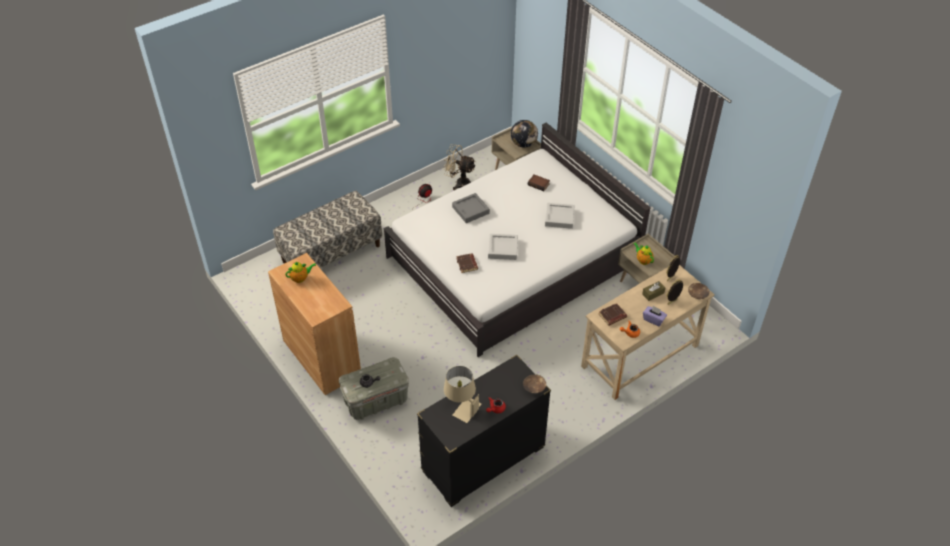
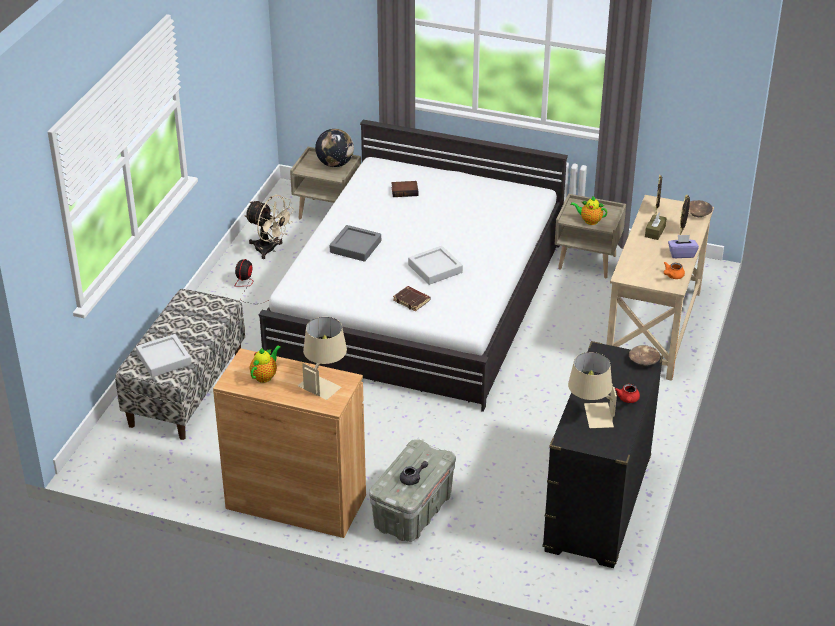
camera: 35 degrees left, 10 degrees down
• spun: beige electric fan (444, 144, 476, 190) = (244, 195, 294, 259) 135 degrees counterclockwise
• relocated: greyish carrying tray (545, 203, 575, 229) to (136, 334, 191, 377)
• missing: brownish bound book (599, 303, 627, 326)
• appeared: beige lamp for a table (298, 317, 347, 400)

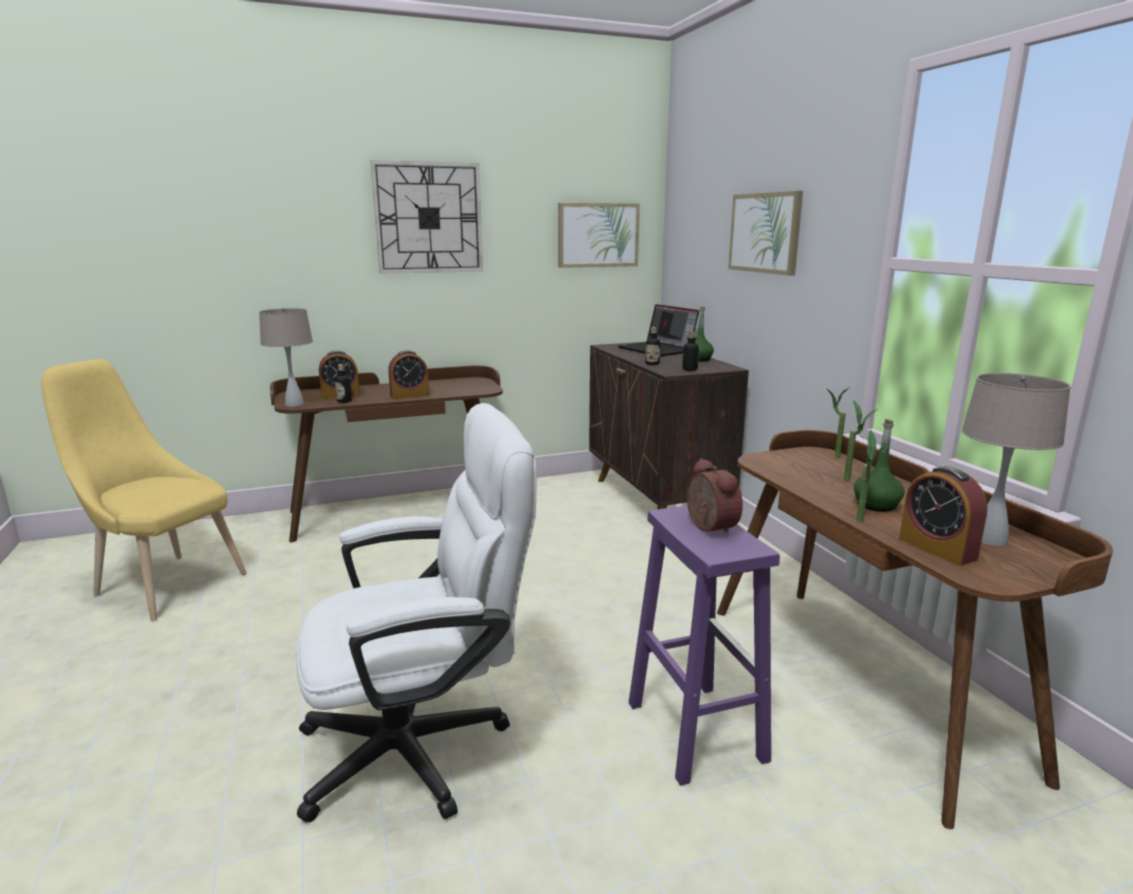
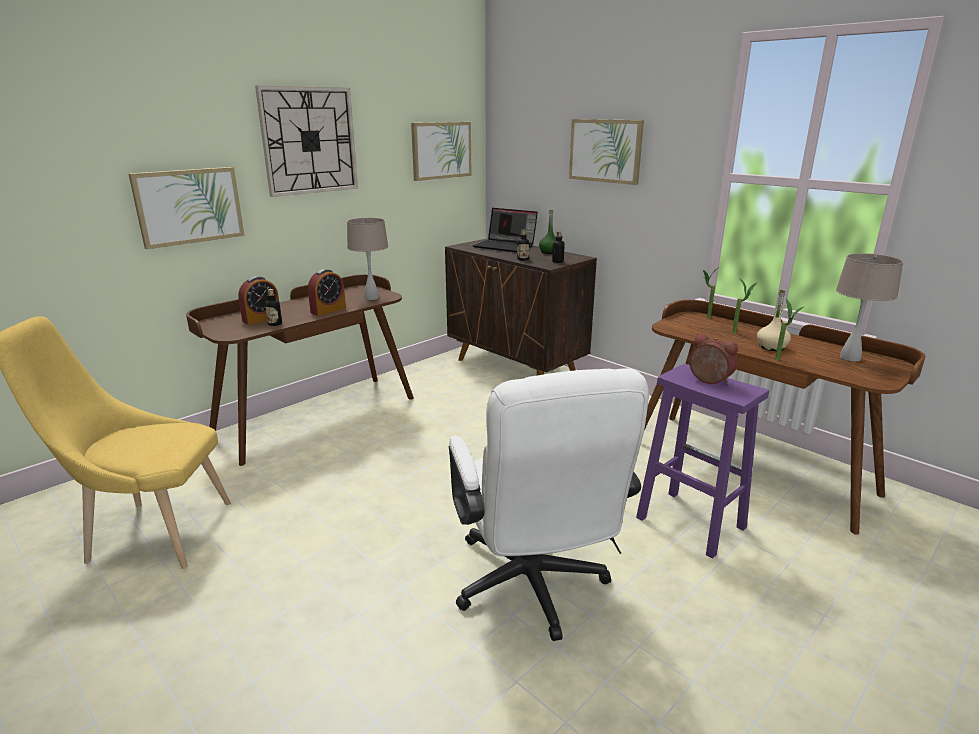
camera: 25 degrees left, 5 degrees up
• relocated: beige lamp for a table (259, 308, 313, 407) to (347, 218, 388, 300)
• spun: white desk chair (297, 403, 537, 823) = (449, 368, 649, 641) 120 degrees clockwise
• colour: green-coloured beverage bottle (854, 419, 905, 512) to beige beverage bottle (757, 289, 791, 351)
• missing: bedside clock (899, 466, 987, 566)
• appeared: picture (128, 167, 245, 249)

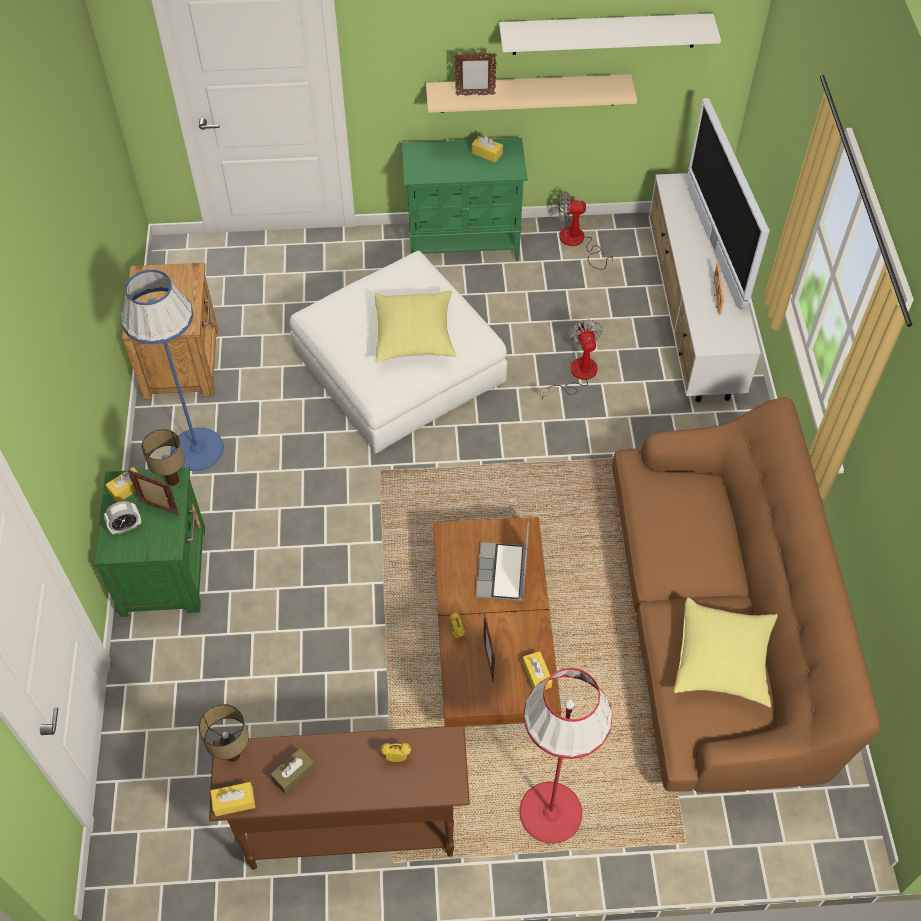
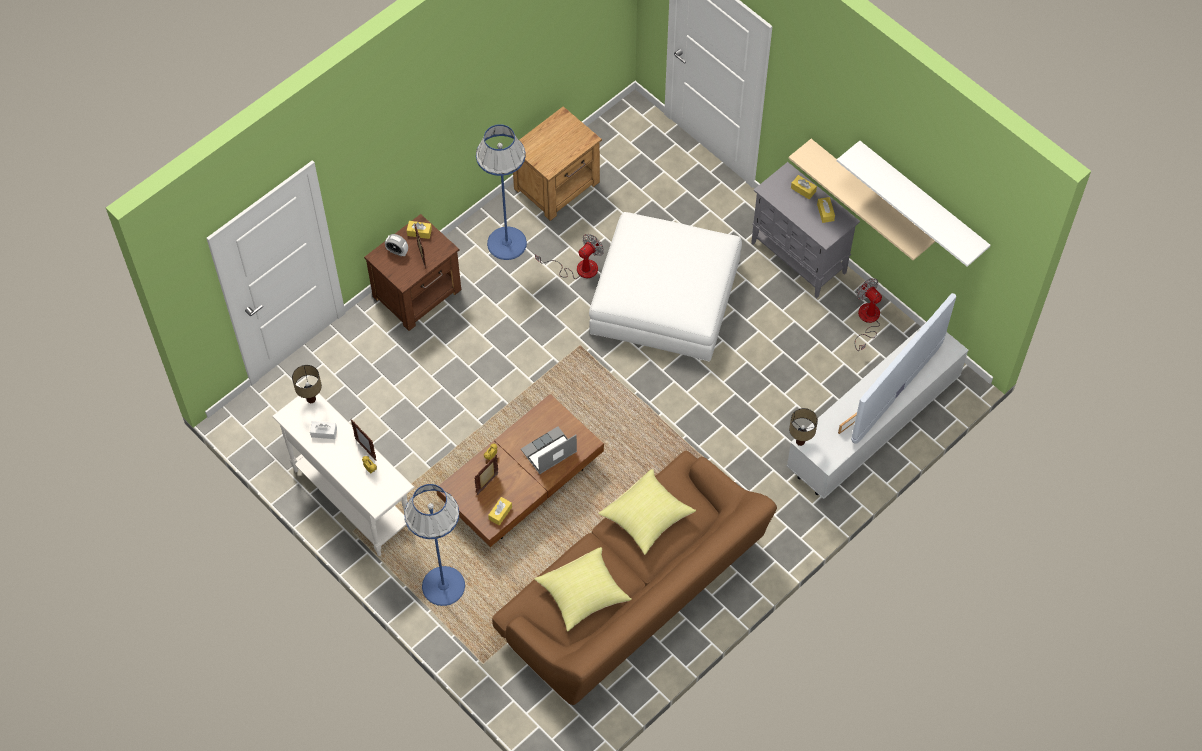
camera: 50 degrees right, 5 degrees up
• relocated: standing frame (454, 53, 497, 96) to (351, 419, 377, 461)
• colour: green-coloured cupboard (402, 138, 527, 261) to greyish cupboard (751, 162, 860, 298)
• relocated: yellow-coloured cushion (375, 290, 456, 363) to (598, 469, 696, 555)
• relocated: electric fan (541, 319, 603, 399) to (535, 234, 604, 279)
• relocated: lamp for a table (142, 429, 185, 486) to (789, 408, 818, 446)
• colour: green-coloured nightstand (95, 467, 205, 617) to brownish nightstand (364, 214, 461, 331)
• colour: red-coloured standard lamp (519, 668, 612, 844) to bluish standard lamp (404, 484, 465, 606)
• colour: brownish narrow table (209, 725, 470, 870) to white narrow table (272, 394, 414, 556)
• colour: brownish box of tissues (270, 748, 315, 794) to white box of tissues (310, 421, 337, 439)
• relocated: yellow-coloured box of tissues (211, 782, 255, 816) to (791, 175, 817, 199)

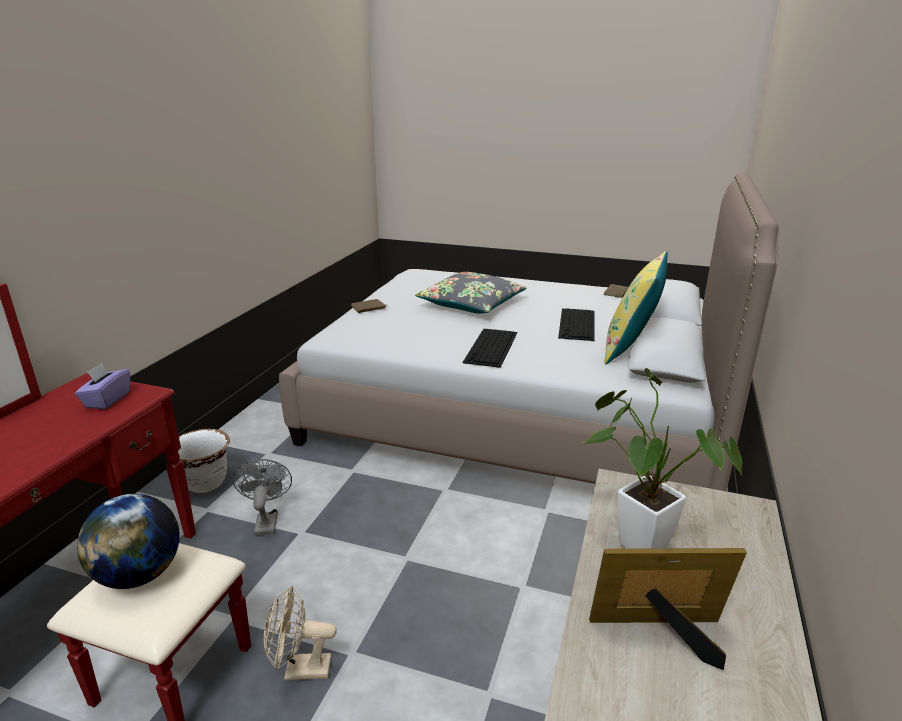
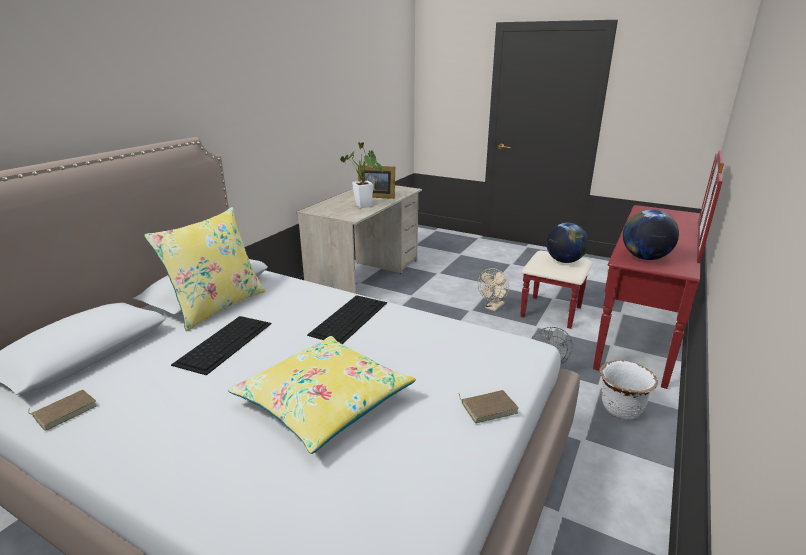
camera: 170 degrees left, 0 degrees up
• colour: greyish cushion (415, 272, 527, 314) to yellow-coloured cushion (228, 336, 416, 454)
• exchanged: purple-coloured box of tissues (75, 363, 130, 409) to world globe (623, 209, 679, 260)
• spun: beige electric fan (264, 586, 337, 680) = (478, 268, 509, 311) 120 degrees clockwise

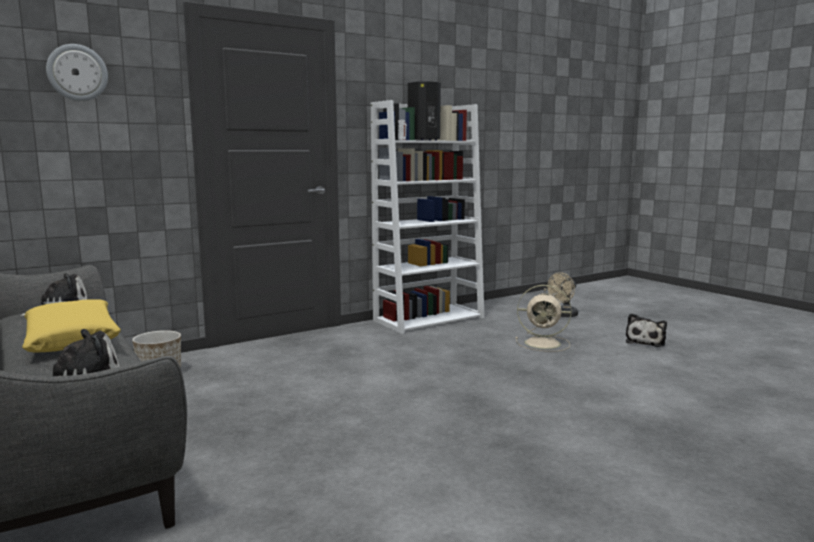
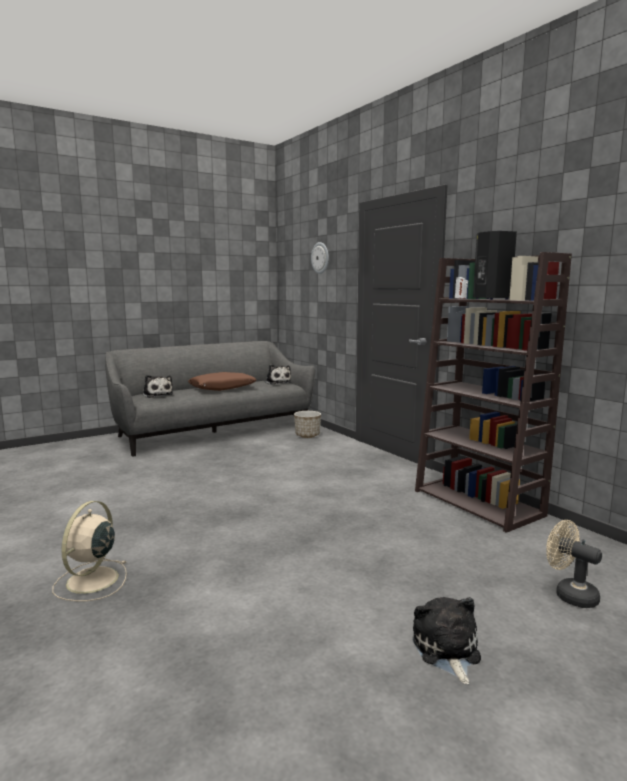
camera: 90 degrees right, 0 degrees up
• colour: white shelving unit (371, 100, 485, 334) to brownish shelving unit (415, 252, 572, 533)
• relocated: beige electric fan (515, 285, 571, 352) to (52, 501, 127, 601)
• colour: yellow-coloured cushion (22, 299, 121, 353) to brownish cushion (188, 372, 256, 391)
• spun: soft toy (626, 313, 667, 347) = (412, 597, 481, 684) 60 degrees clockwise

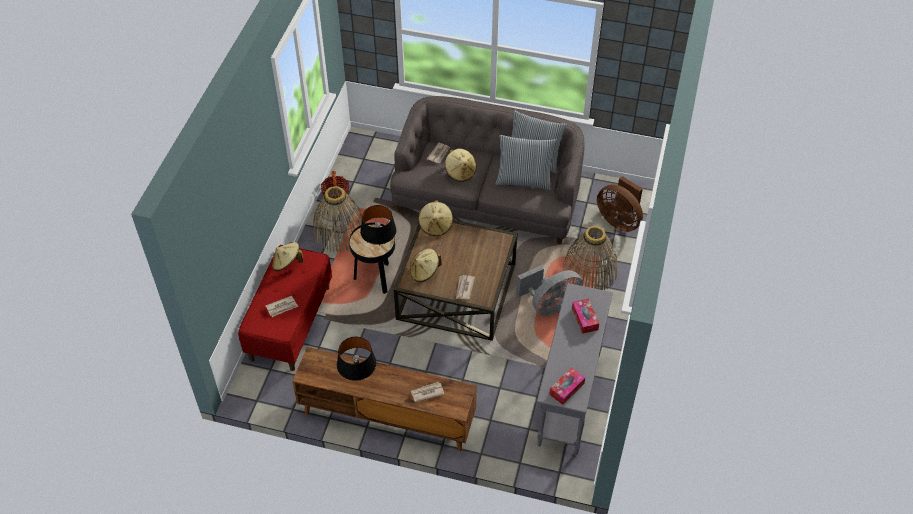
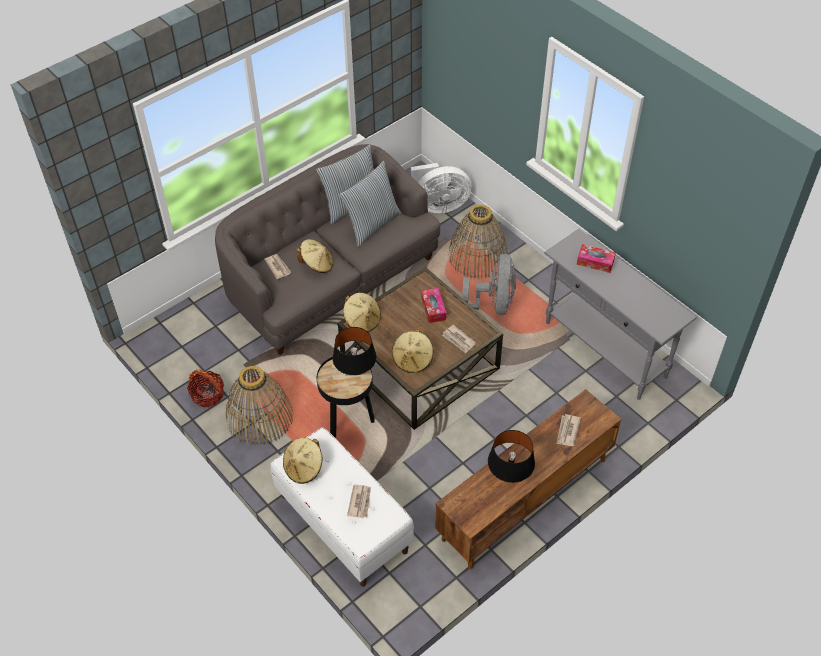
camera: 55 degrees left, 0 degrees up
• colour: brownish electric fan (597, 176, 643, 232) to white electric fan (411, 163, 471, 214)
• colour: red-coloured indoor bench (238, 245, 332, 371) to white indoor bench (271, 427, 414, 587)
• relocated: box of tissues (549, 367, 585, 405) to (421, 288, 446, 323)

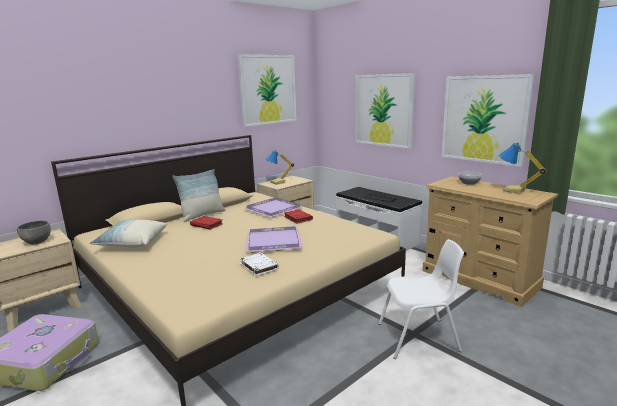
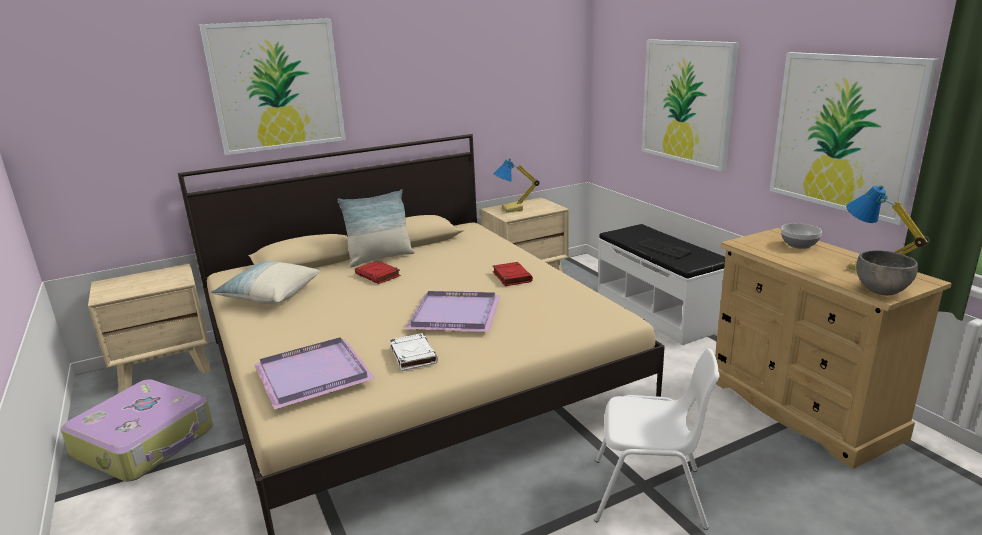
camera: 15 degrees right, 5 degrees up
• relocated: picture (238, 54, 297, 127) to (199, 18, 346, 155)
• relocated: purple-coloured carrying tray (244, 197, 303, 218) to (254, 337, 375, 410)
• relocated: greyish bowl (17, 221, 51, 245) to (856, 250, 918, 295)

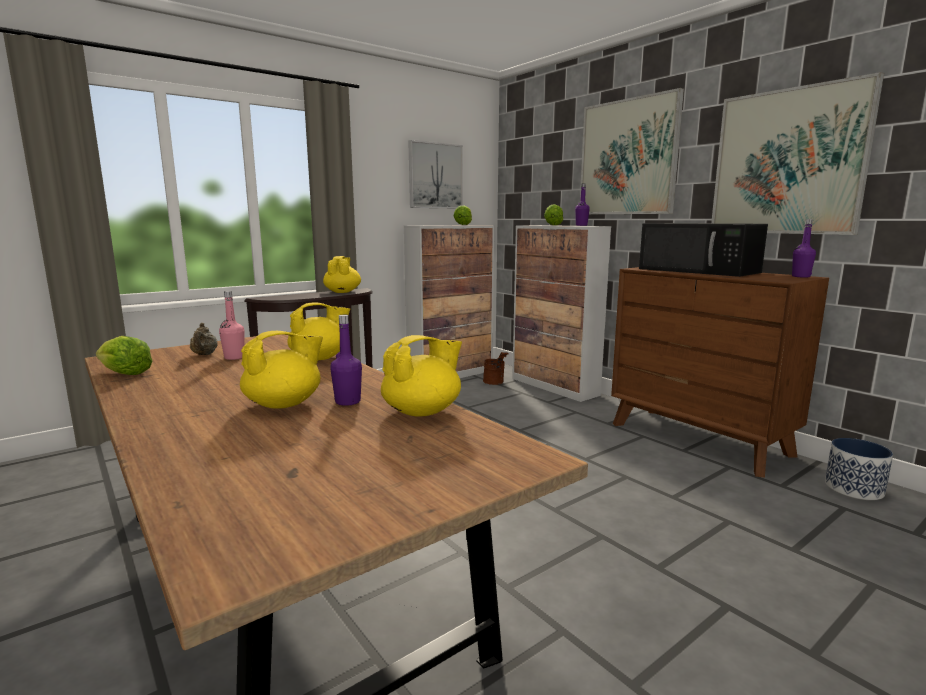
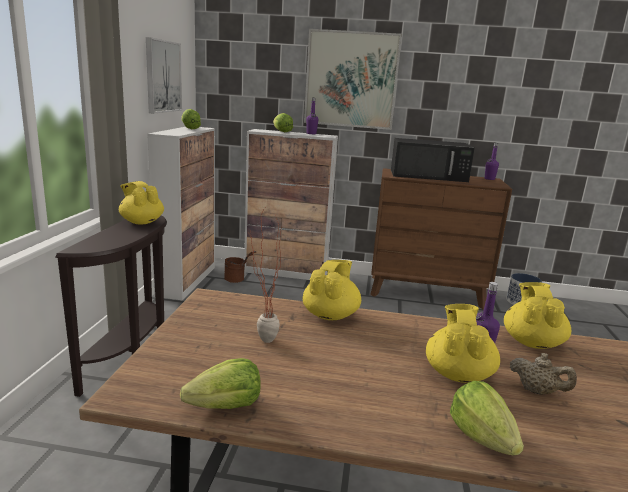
camera: 45 degrees left, 5 degrees up
• missing: picture (711, 72, 884, 235)
• exchanged: pink beverage bottle (219, 291, 245, 360) to potted plant (248, 208, 282, 343)
• relocated: beige pot for tea (190, 323, 218, 355) to (510, 353, 577, 395)
• appeared: lettuce (450, 381, 524, 456)

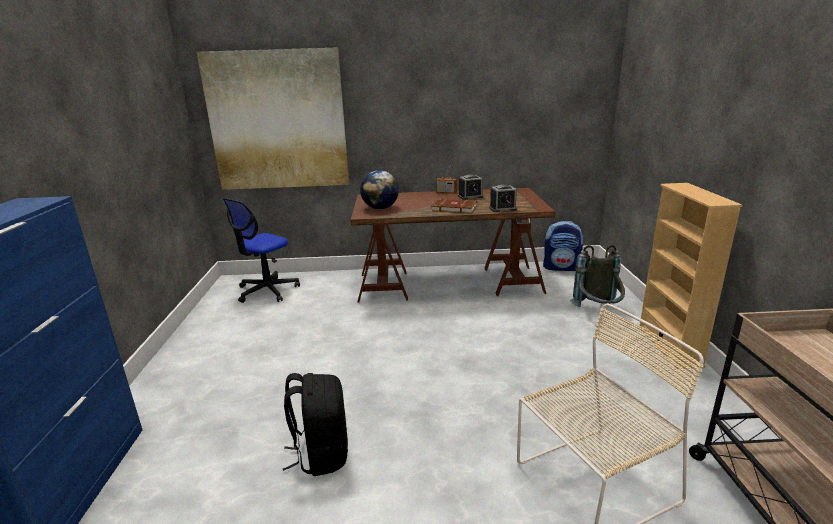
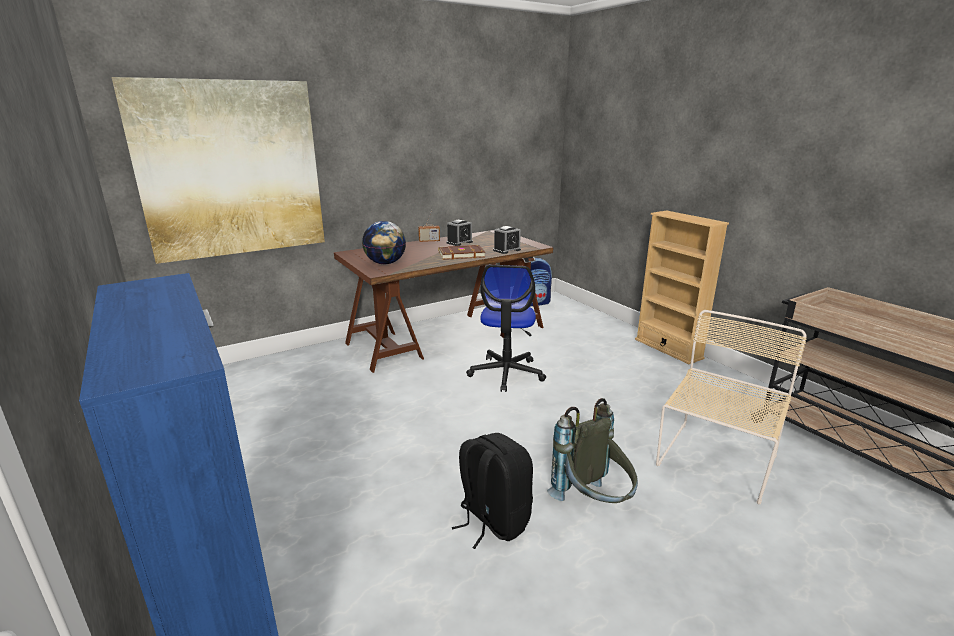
camera: 30 degrees left, 0 degrees up
• relocated: desk chair (223, 198, 300, 303) to (466, 265, 546, 392)
• relocated: greyish knapsack (570, 245, 625, 307) to (547, 398, 638, 503)

